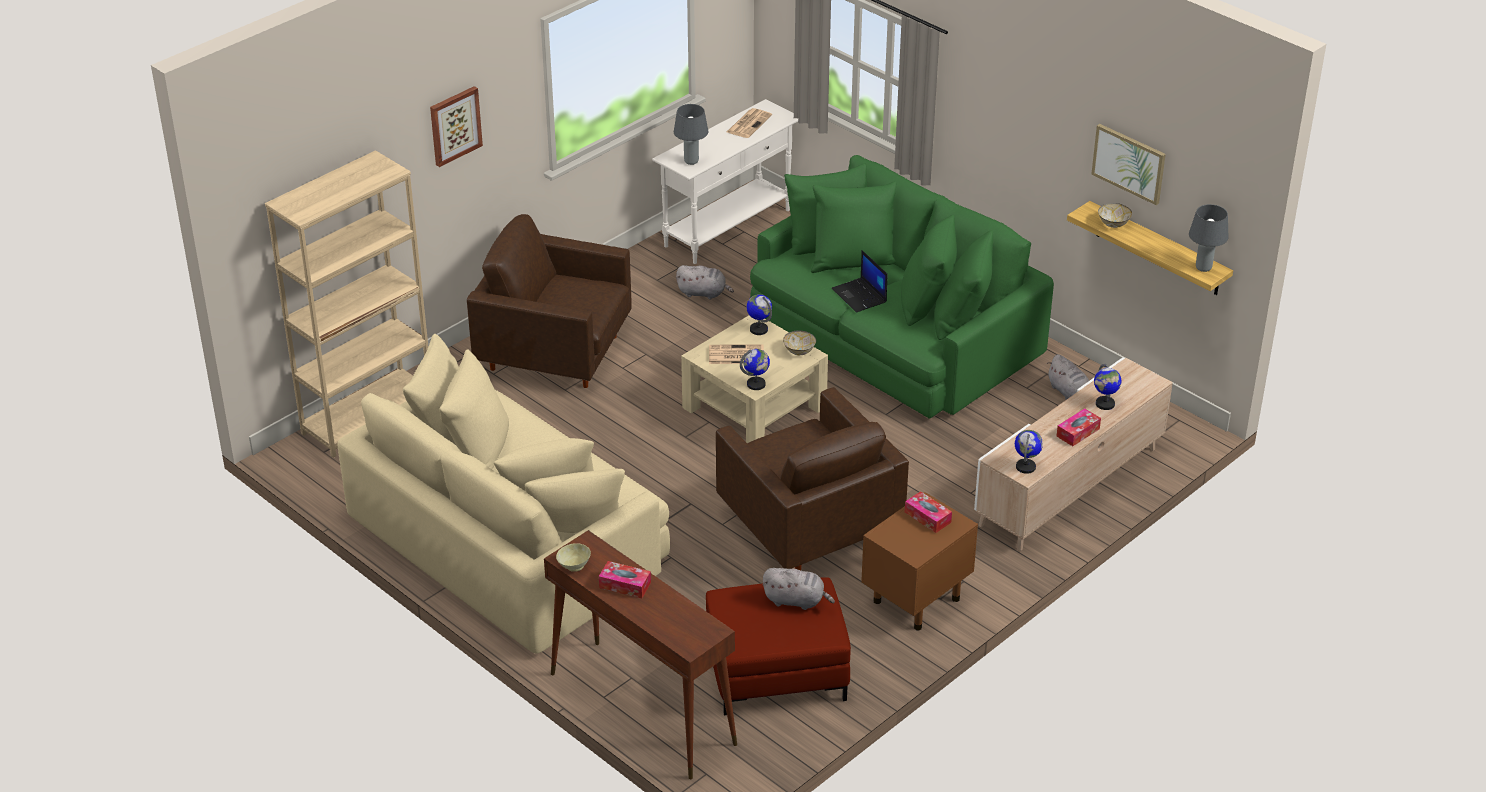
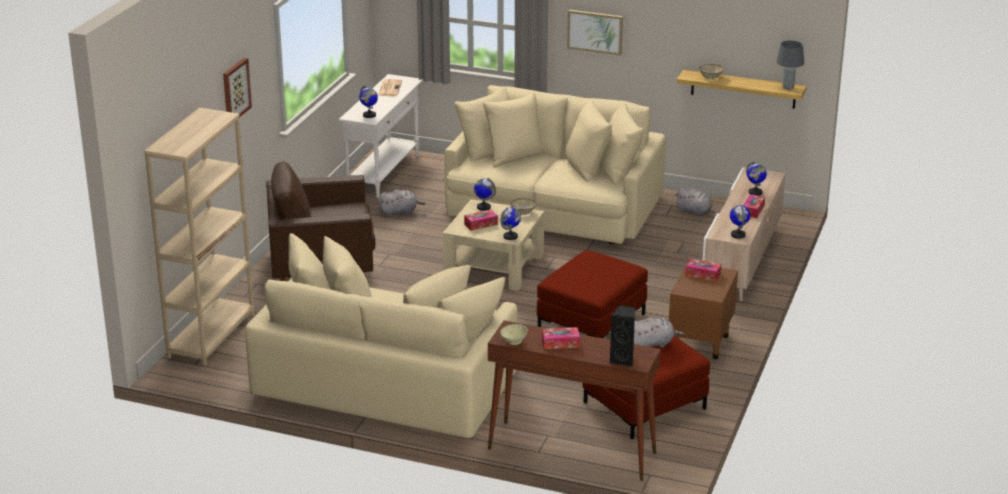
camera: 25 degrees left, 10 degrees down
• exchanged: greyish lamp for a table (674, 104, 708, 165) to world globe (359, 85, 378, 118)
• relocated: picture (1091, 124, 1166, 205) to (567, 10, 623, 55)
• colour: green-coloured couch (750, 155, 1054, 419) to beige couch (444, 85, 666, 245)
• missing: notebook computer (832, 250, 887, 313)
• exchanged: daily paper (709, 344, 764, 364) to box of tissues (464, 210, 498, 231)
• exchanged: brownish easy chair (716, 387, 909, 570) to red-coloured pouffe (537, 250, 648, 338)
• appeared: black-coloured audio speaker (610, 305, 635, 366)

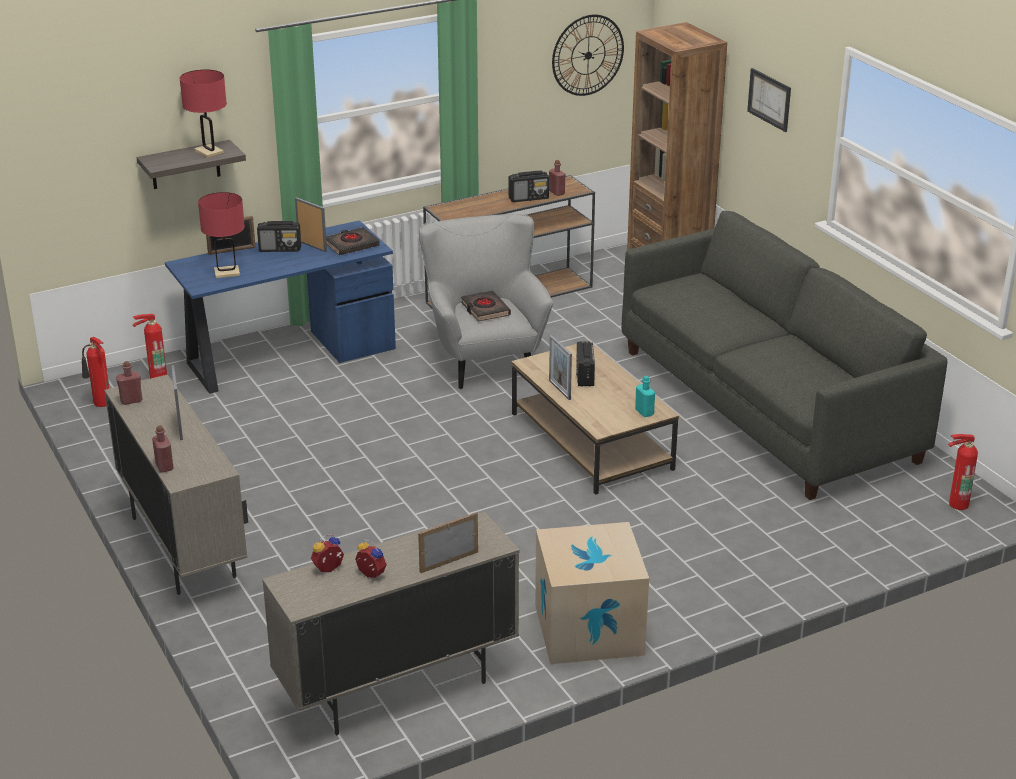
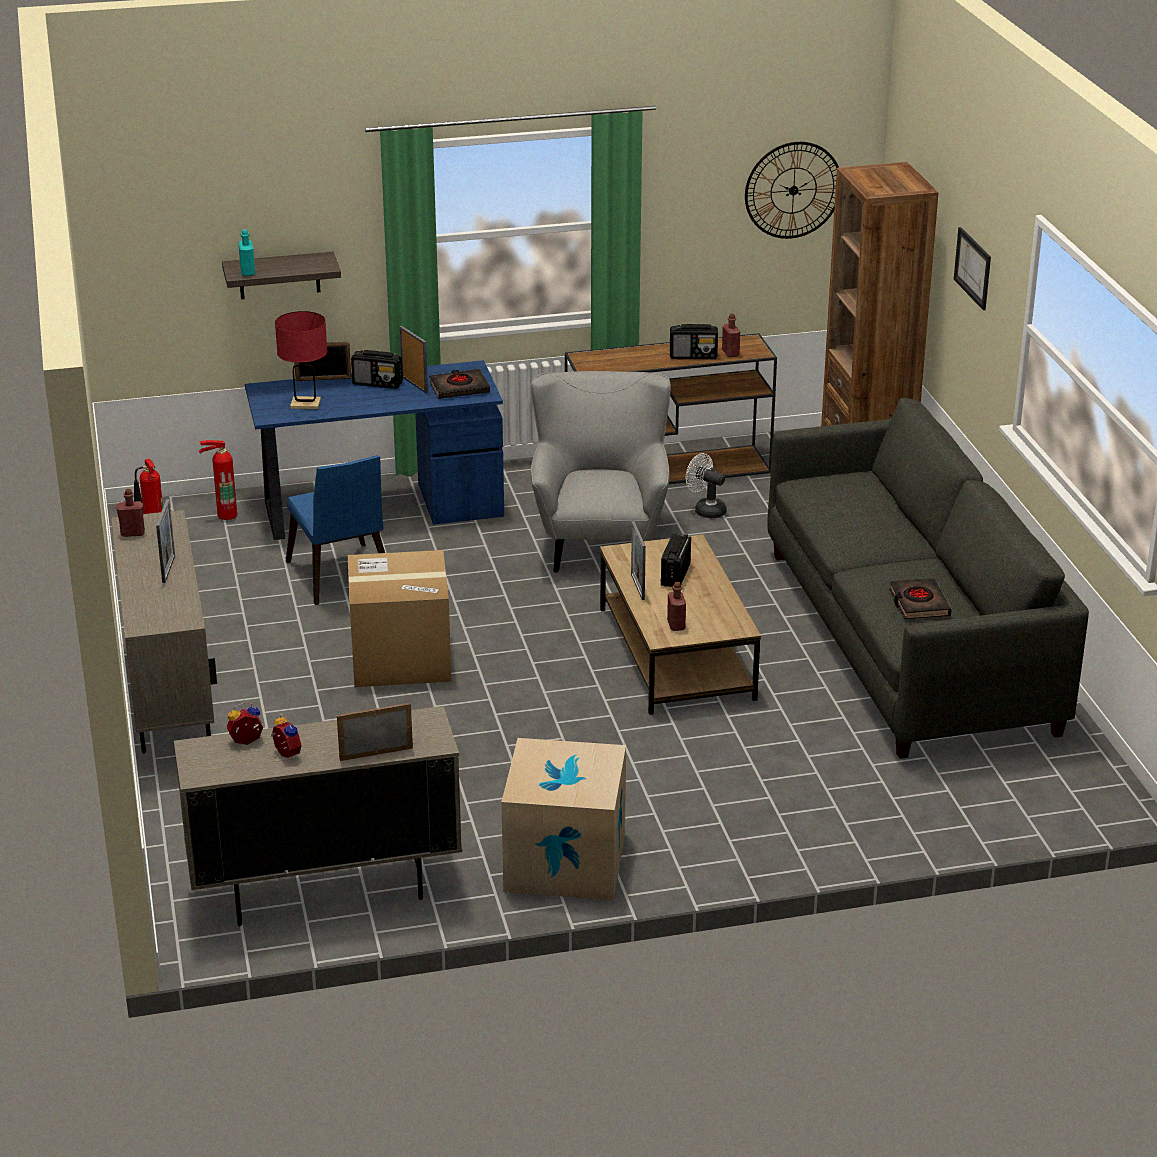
camera: 15 degrees right, 0 degrees up
• missing: red-coloured lamp for a table (180, 69, 227, 158)
• relocated: black-coloured bound book (461, 291, 511, 321) to (889, 578, 952, 619)
• relocated: turquoise beverage bottle (635, 376, 655, 417) to (239, 229, 255, 276)
• relocated: red-coloured beverage bottle (152, 425, 174, 473) to (667, 582, 686, 631)
• missing: fire extinguisher (948, 434, 978, 510)
• appeared: white electric fan (686, 453, 727, 518)
• appeared: bluish chair (286, 455, 385, 605)
• appeared: carton (348, 550, 452, 687)

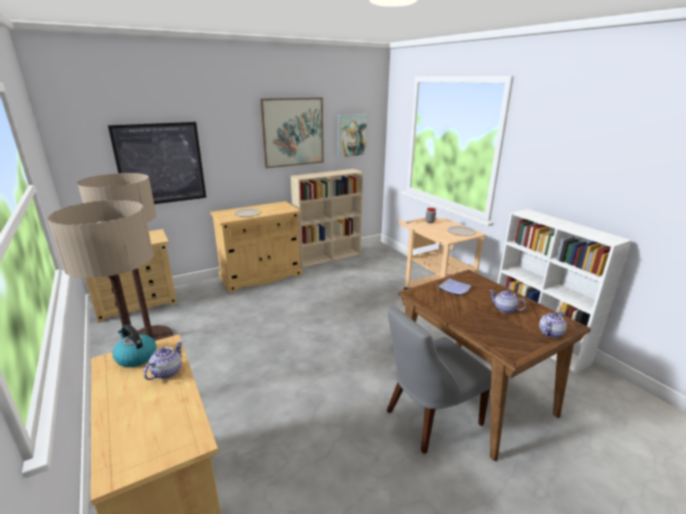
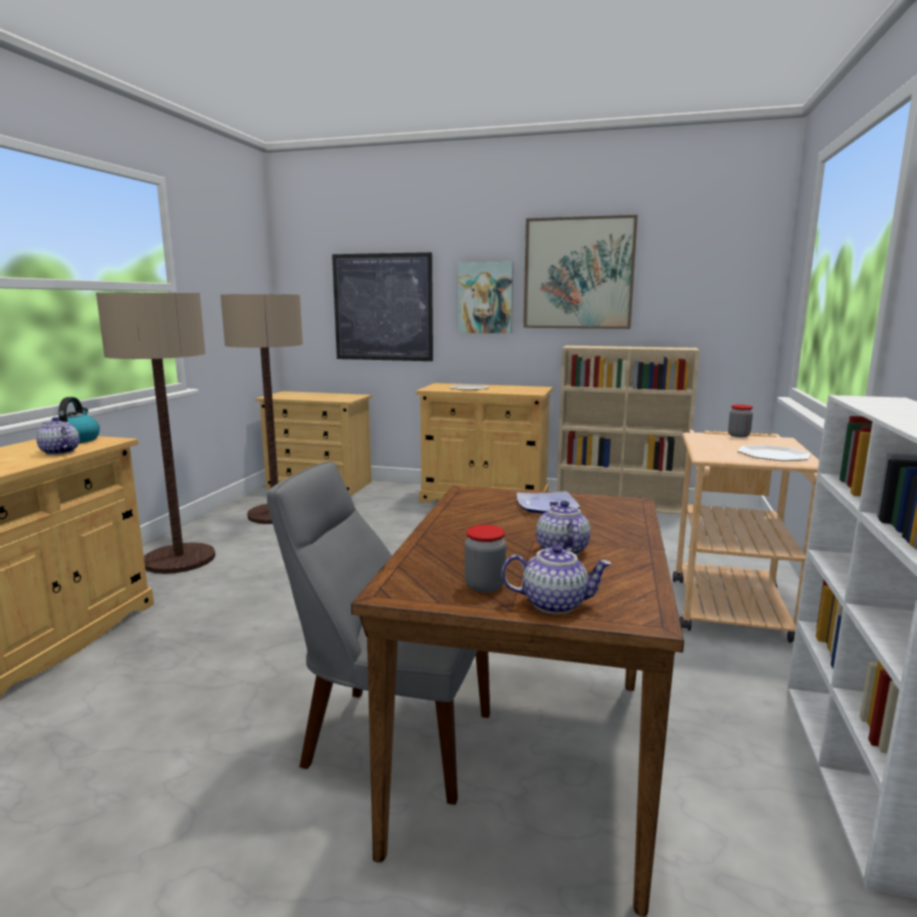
camera: 45 degrees right, 10 degrees down
• relocated: picture (338, 114, 367, 157) to (458, 262, 513, 333)
• spun: pot for tea (143, 341, 183, 380) = (36, 417, 79, 455) 120 degrees counterclockwise
• appeared: jar (465, 525, 506, 593)

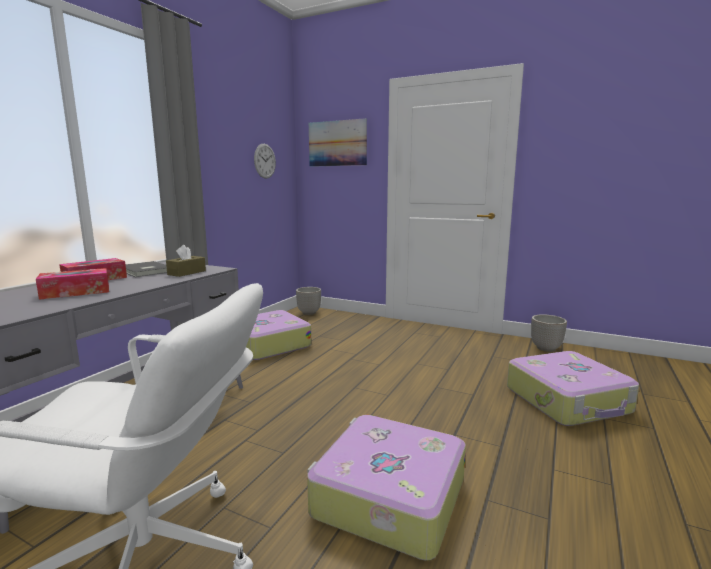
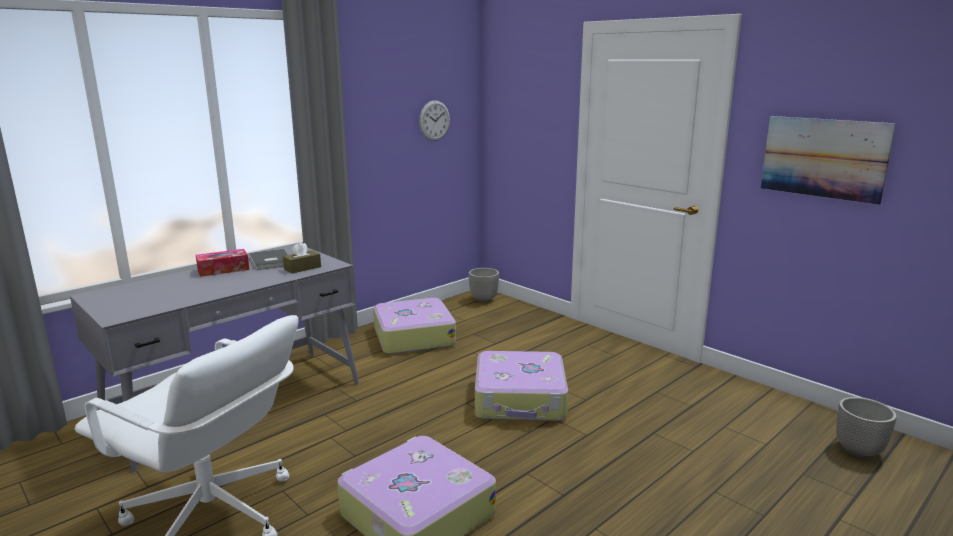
camera: 20 degrees right, 5 degrees up
• relocated: picture (309, 118, 367, 167) to (761, 116, 896, 205)
• missing: box of tissues (36, 268, 109, 300)
• relocated: plant pot (531, 314, 567, 352) to (836, 397, 897, 458)
• relocated: travel case (507, 351, 639, 426) to (475, 351, 568, 421)

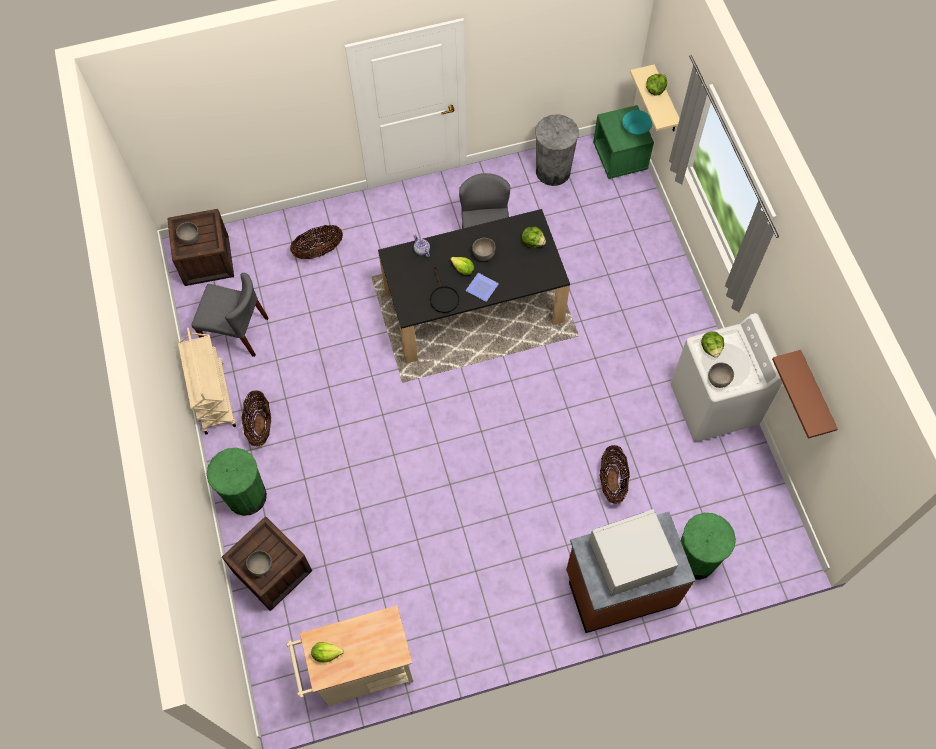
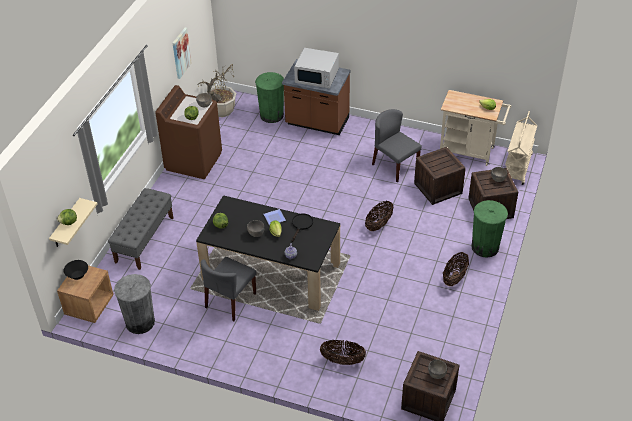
camera: 145 degrees left, 20 degrees down
• colour: green-coloured nightstand (593, 105, 654, 179) to brownish nightstand (57, 266, 114, 323)
• colour: turquoise bowl (623, 110, 653, 135) to black-coloured bowl (64, 260, 88, 280)
• relocated: greyish chair (192, 273, 268, 357) to (372, 109, 422, 182)
• colour: white washing machine (671, 313, 783, 442) to brownish washing machine (155, 85, 222, 179)
• relocated: beige trolley (178, 328, 236, 435) to (505, 111, 537, 185)
• exchanged: brownish bracket shelf (772, 350, 838, 438) to picture (173, 28, 192, 79)
• relocated: basket (600, 445, 630, 504) to (365, 201, 393, 231)
• appeared: potted plant (198, 64, 236, 117)
• appeared: packing crate (414, 147, 466, 205)
• appeared: greyish indoor bench (108, 188, 173, 270)

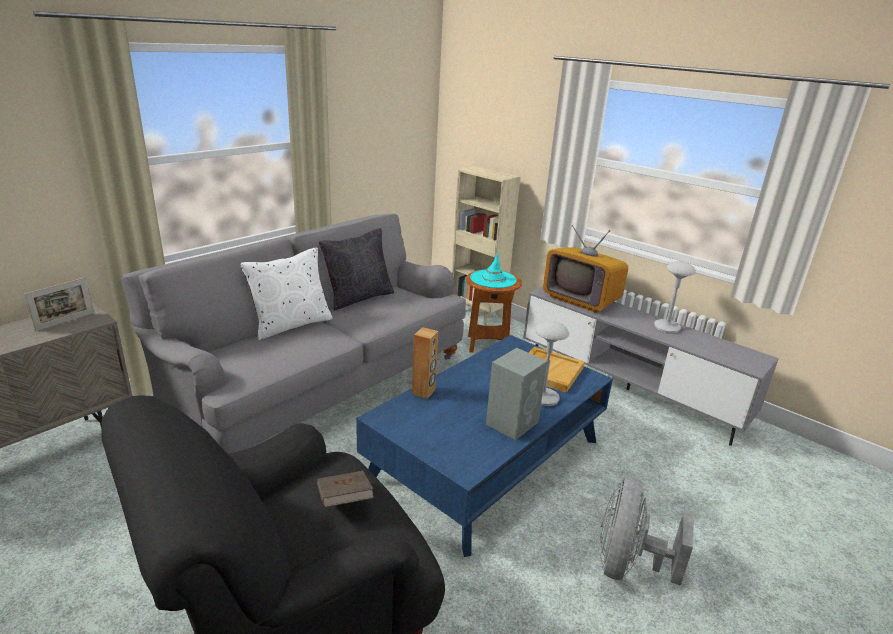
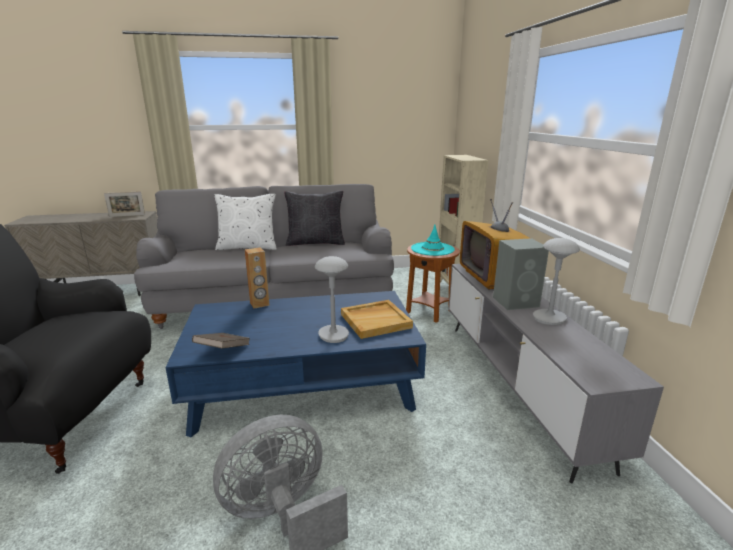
camera: 40 degrees right, 5 degrees down
• relocated: greyish audio speaker (486, 348, 547, 440) to (493, 238, 549, 310)
• relocated: brownish bound book (317, 471, 374, 507) to (192, 333, 250, 349)

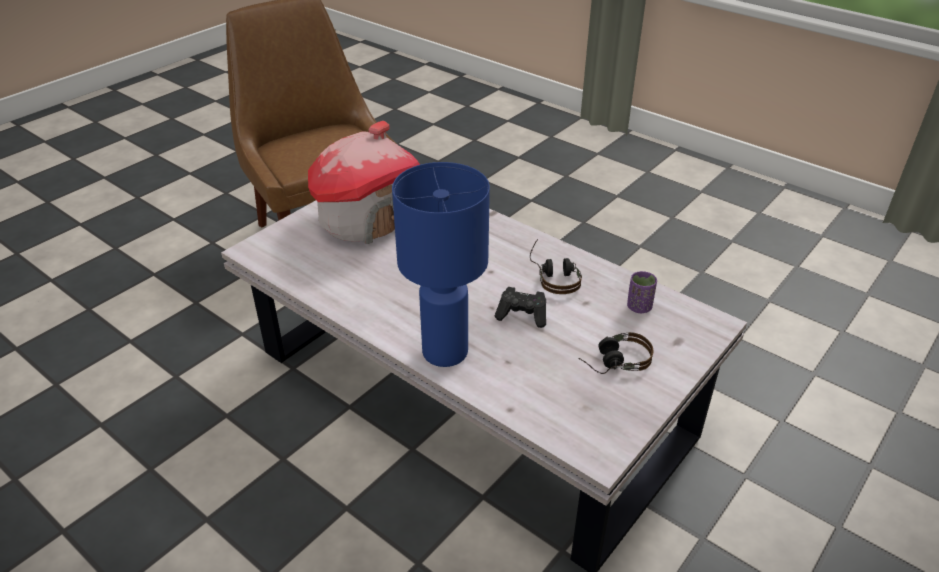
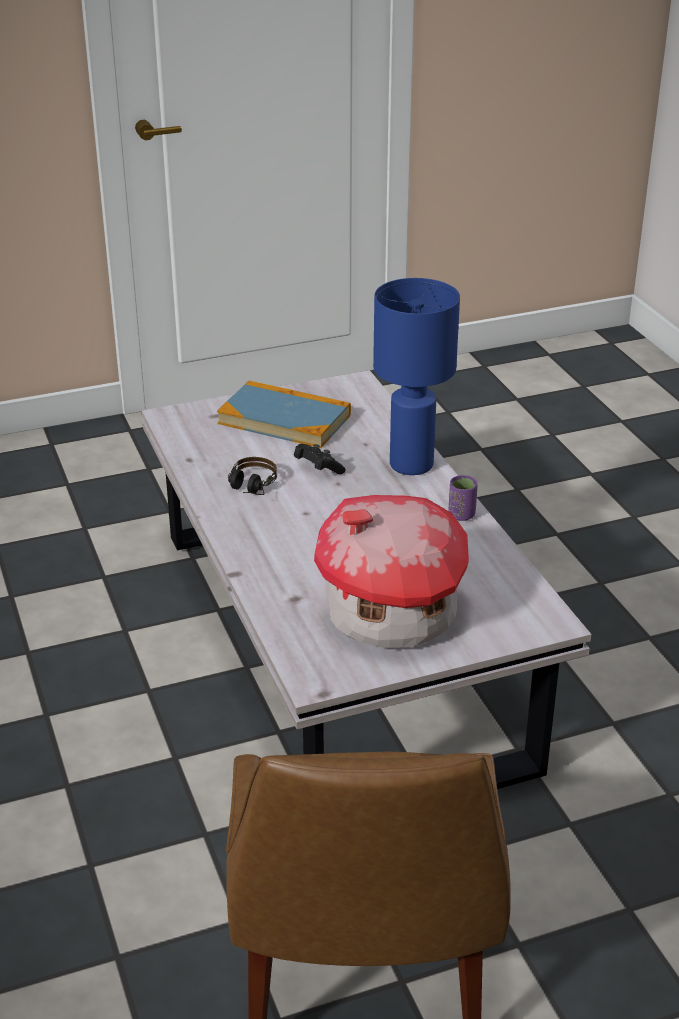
camera: 150 degrees left, 5 degrees down
• relocated: purple-coloured drinking cup (627, 271, 657, 313) to (449, 475, 478, 521)
• exchanged: headset (579, 332, 653, 374) to bound book (217, 380, 351, 448)

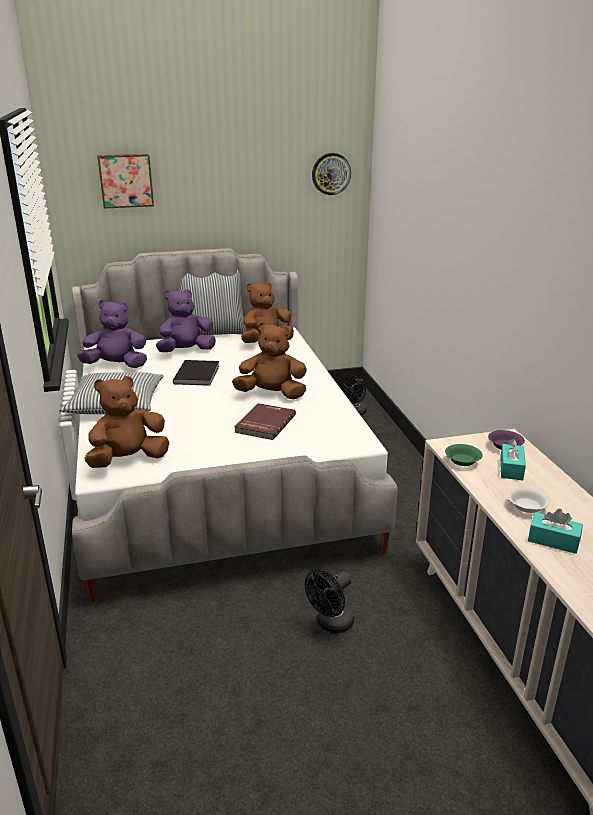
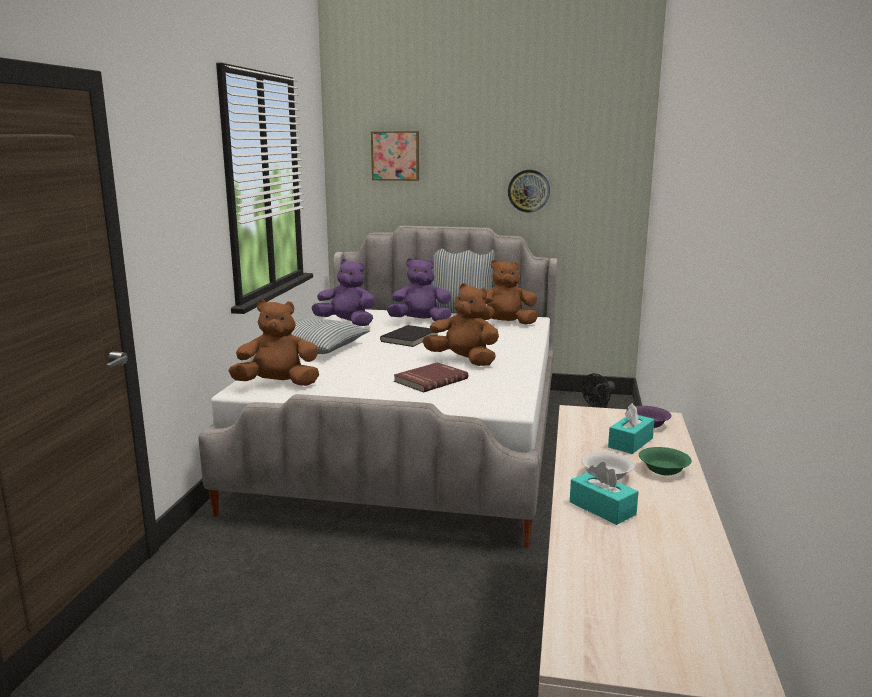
camera: 25 degrees right, 10 degrees down
• relocated: hanging clock (312, 153, 351, 195) to (508, 170, 550, 212)
• relocated: green-coloured bowl (445, 444, 483, 466) to (639, 447, 692, 476)
• missing: black-coloured electric fan (305, 570, 354, 633)

